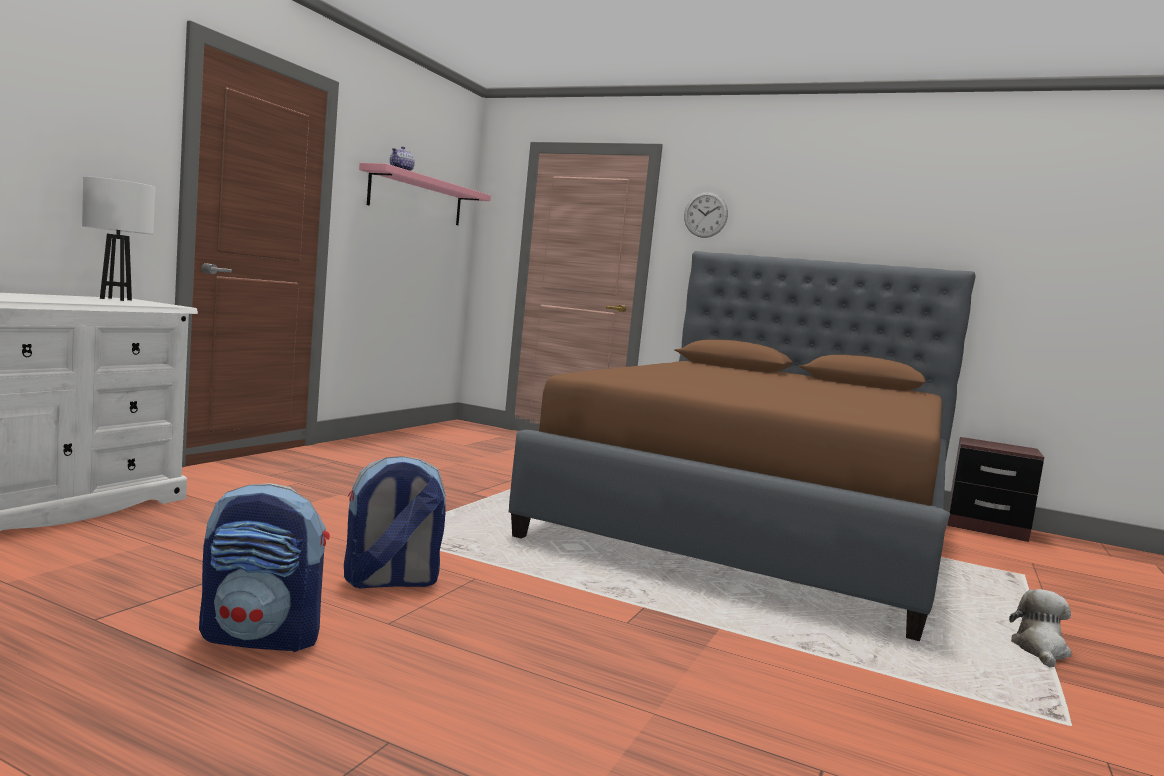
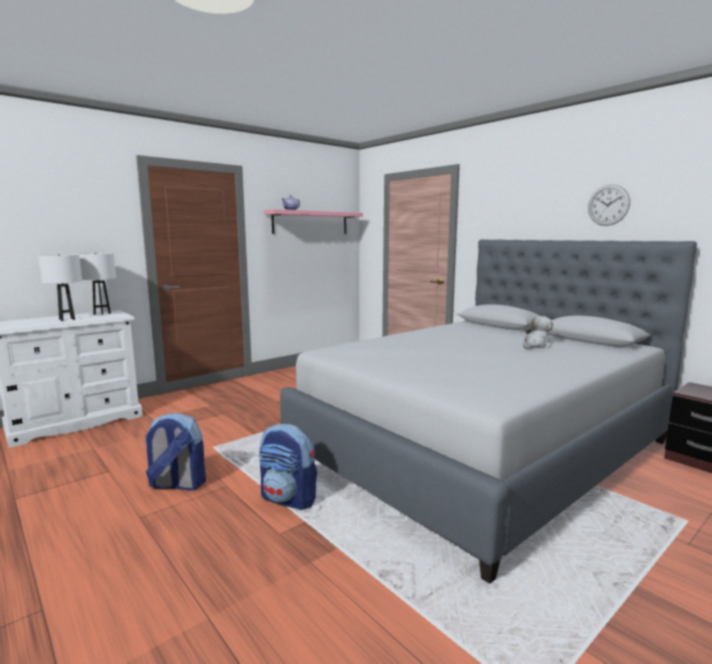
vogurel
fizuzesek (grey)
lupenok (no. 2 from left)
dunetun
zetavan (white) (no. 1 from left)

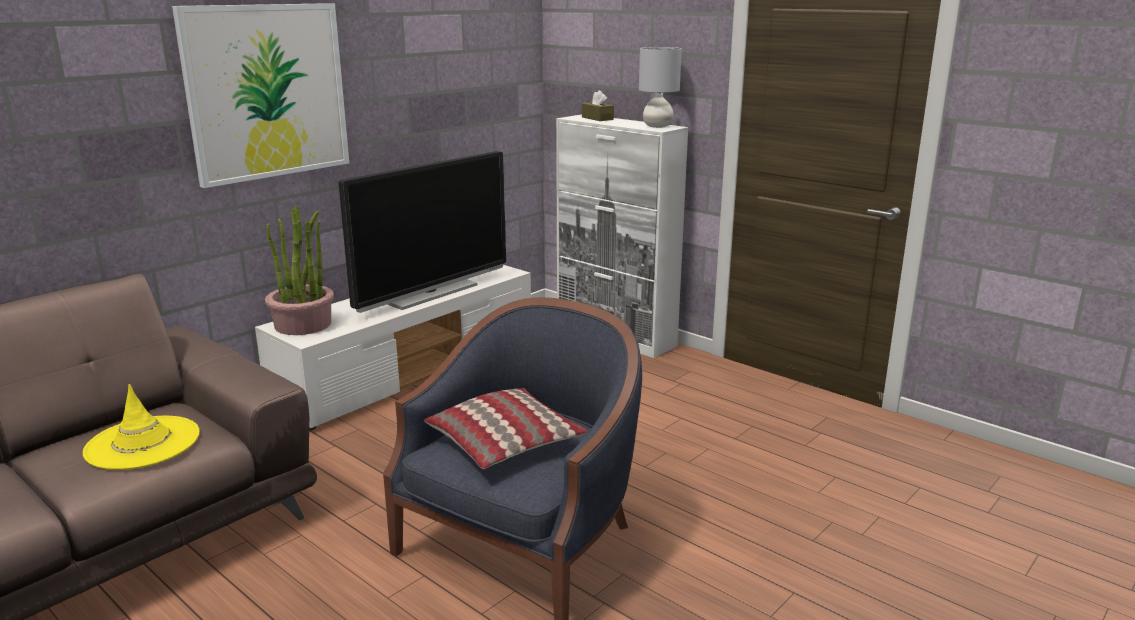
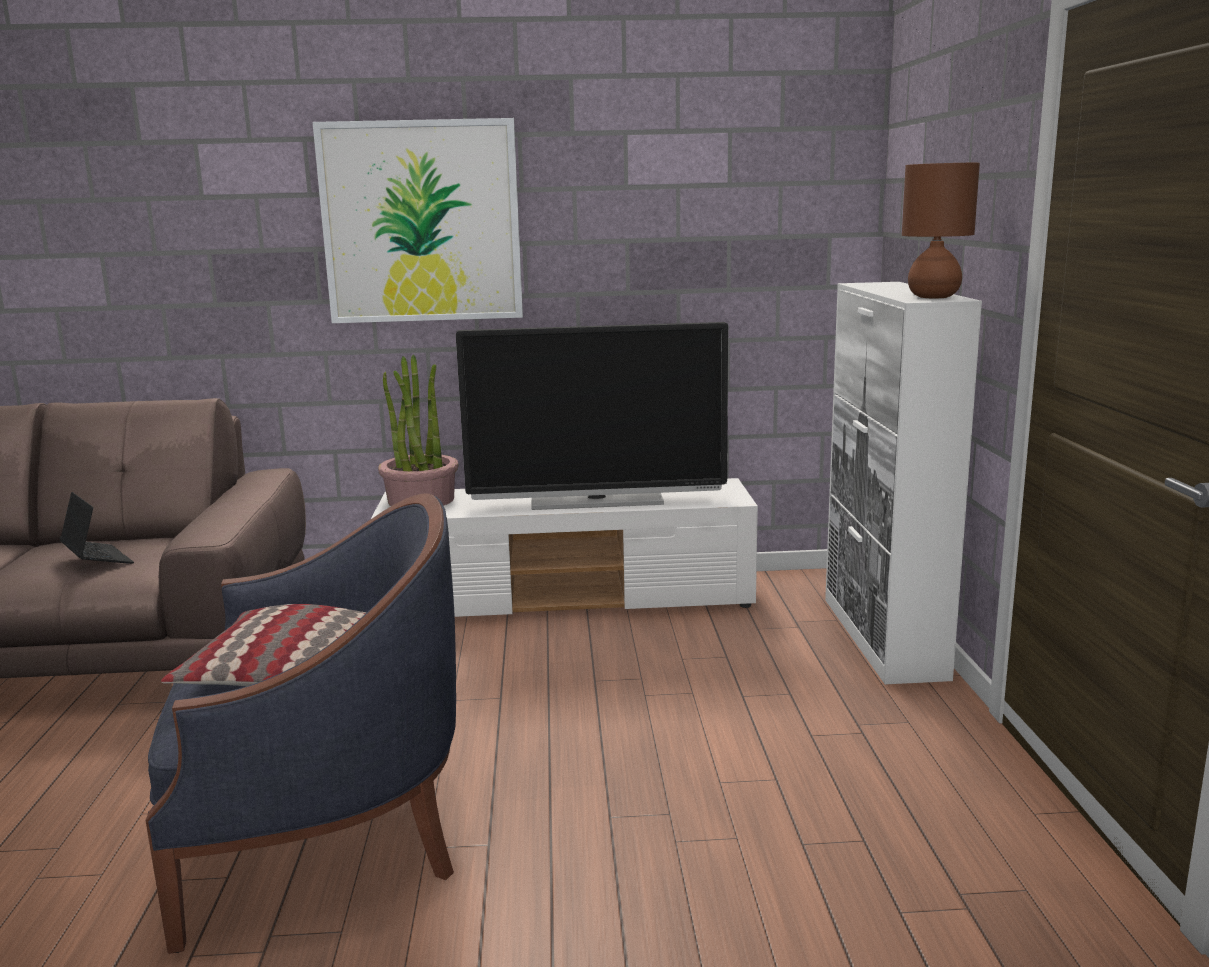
zetavan (brown)
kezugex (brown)
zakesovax

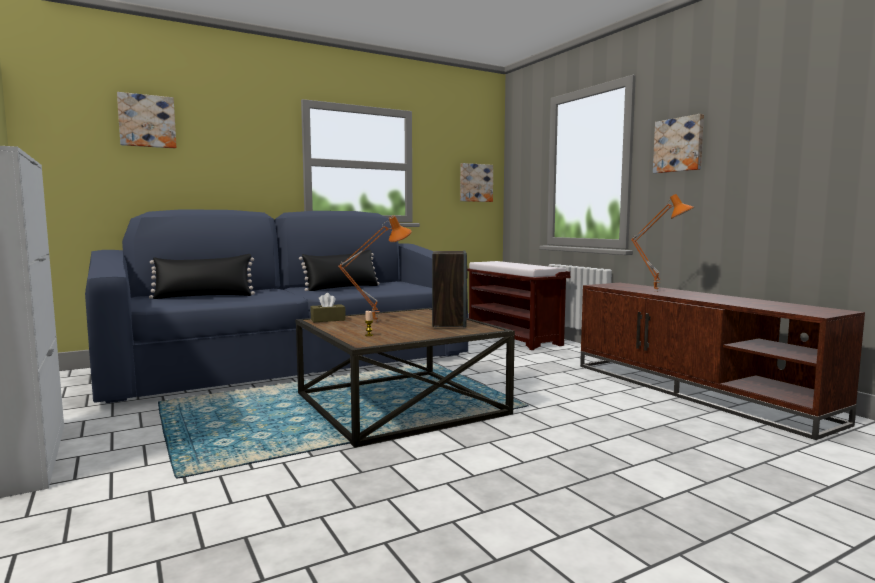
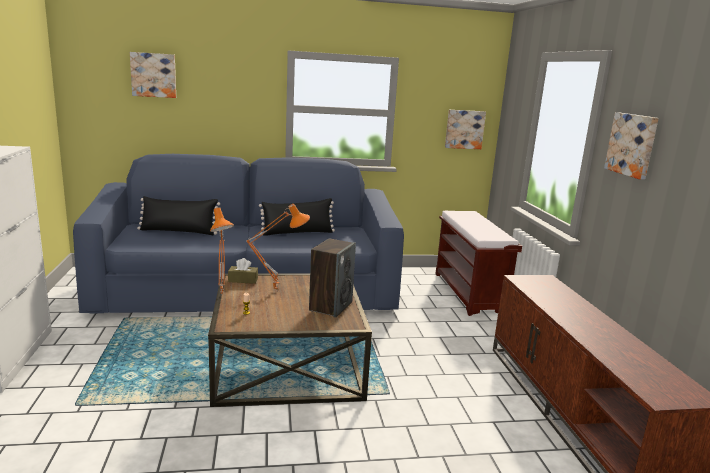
zetavan (orange) (no. 1 from left)

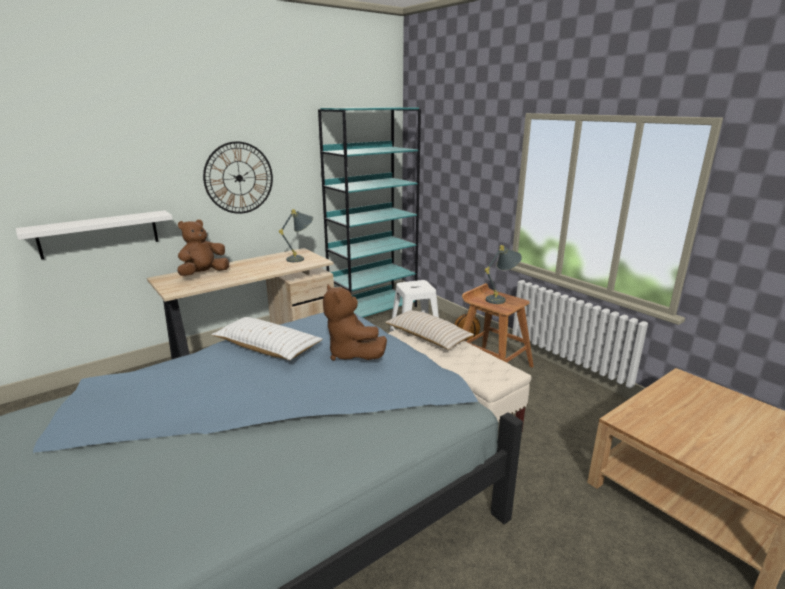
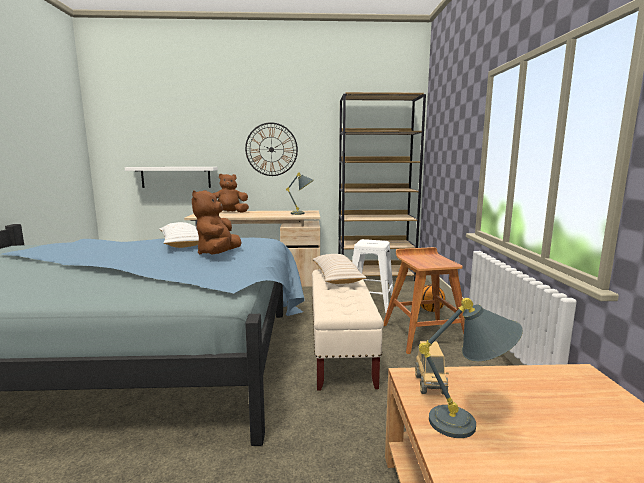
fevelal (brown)
zetavan (grey) (no. 2 from left)
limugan

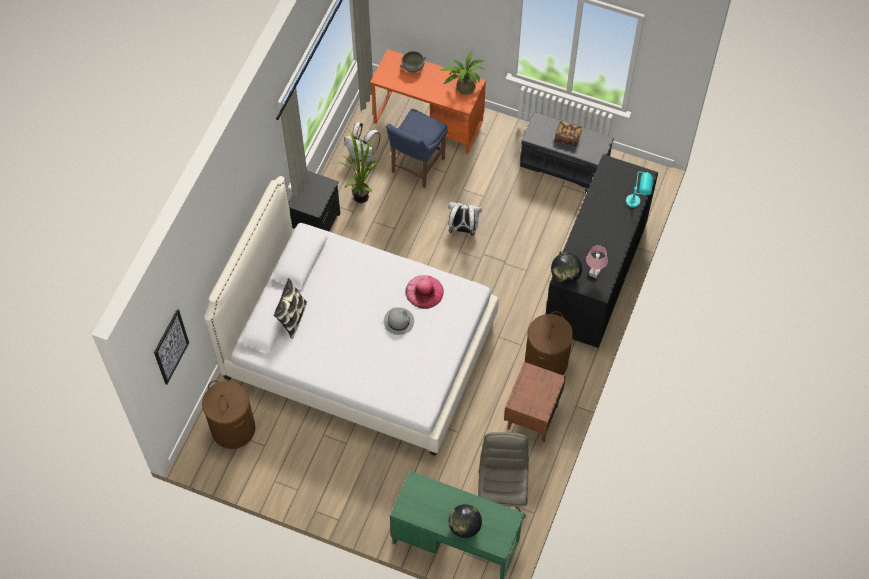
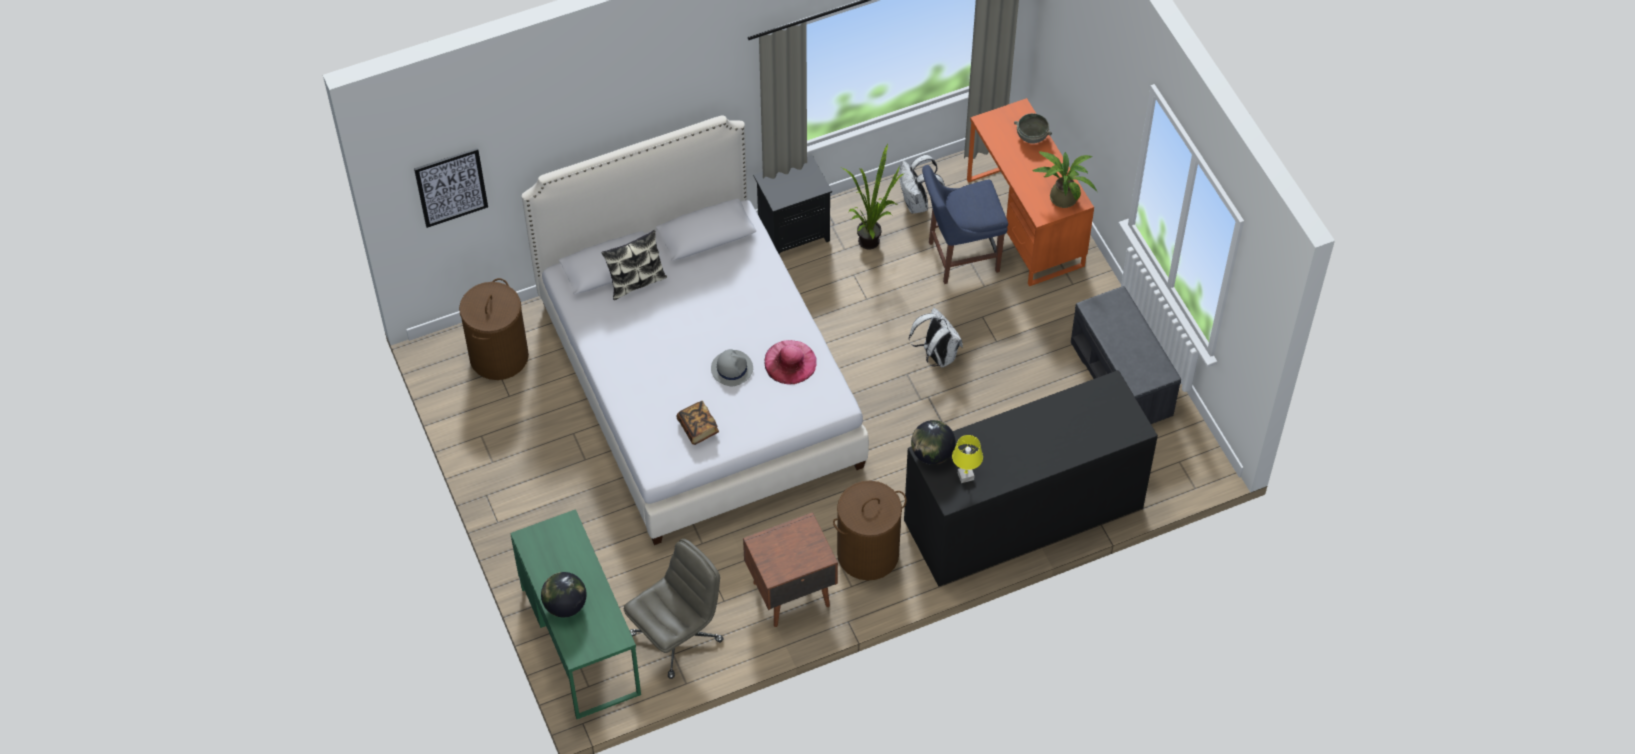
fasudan
zetavan (turquoise)
zetavan (yellow)

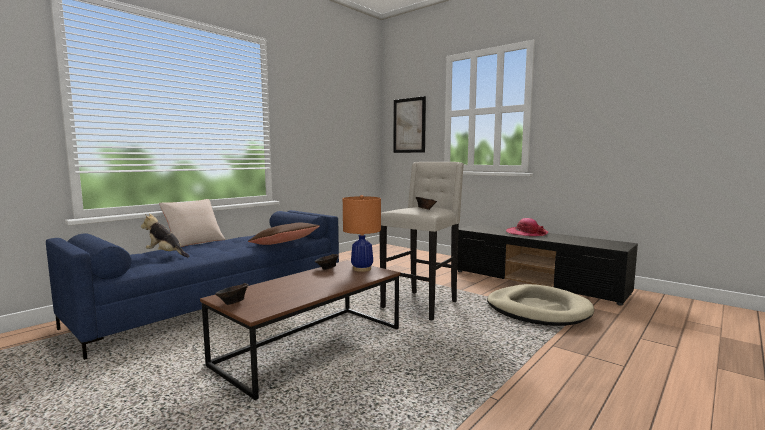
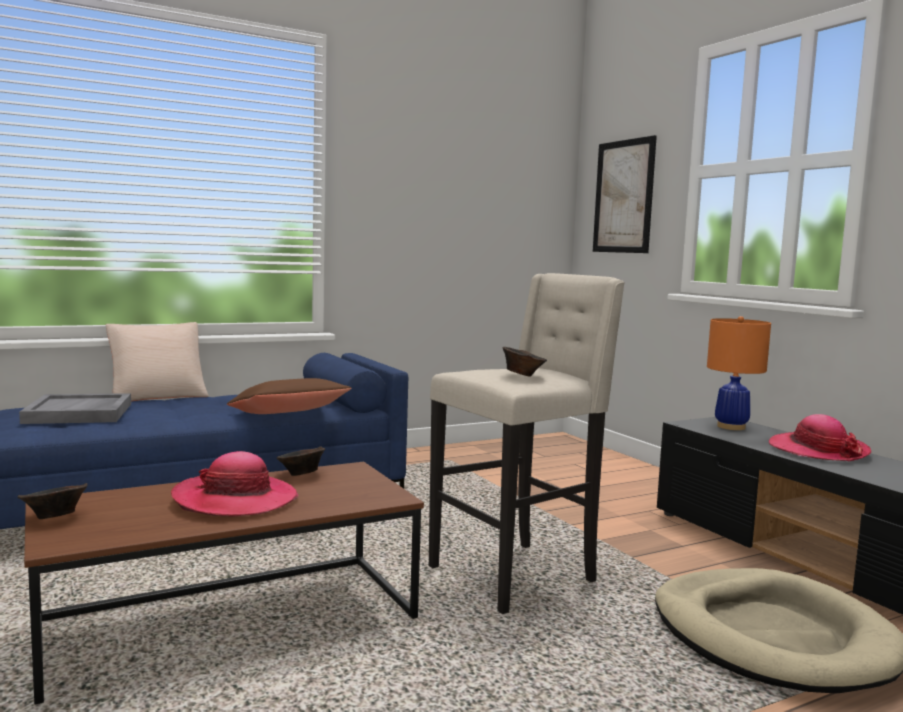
zetavan (orange)
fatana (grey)
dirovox (no. 1 from left)

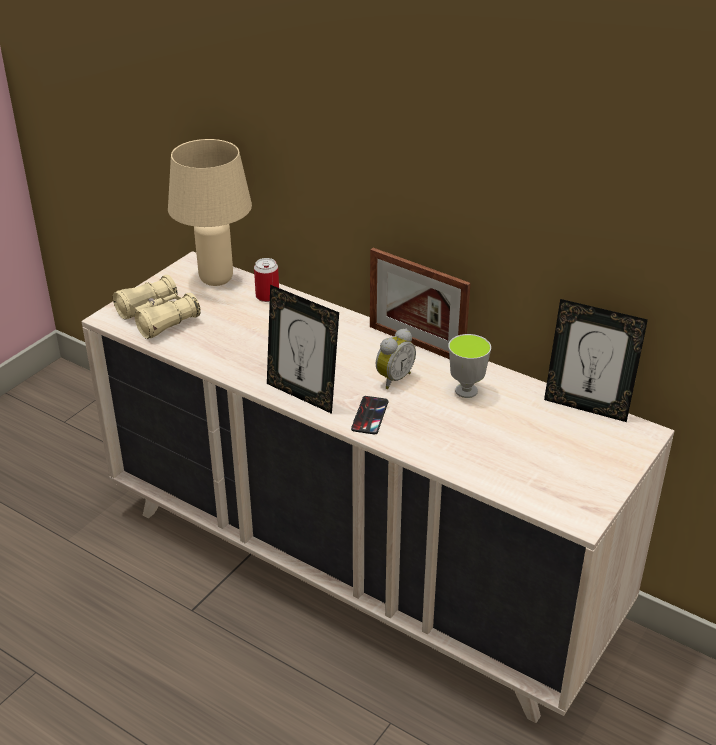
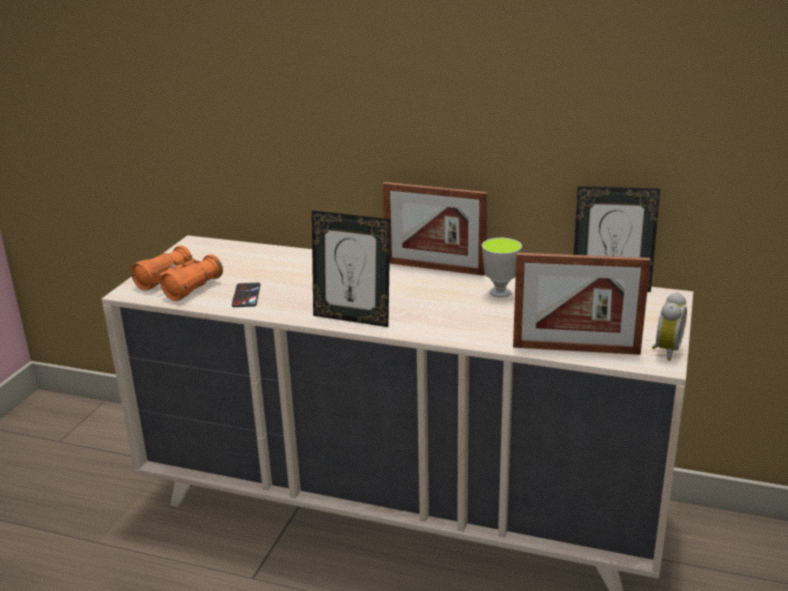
zetavan (beige)
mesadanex
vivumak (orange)
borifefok
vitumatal
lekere (no. 3 from left)

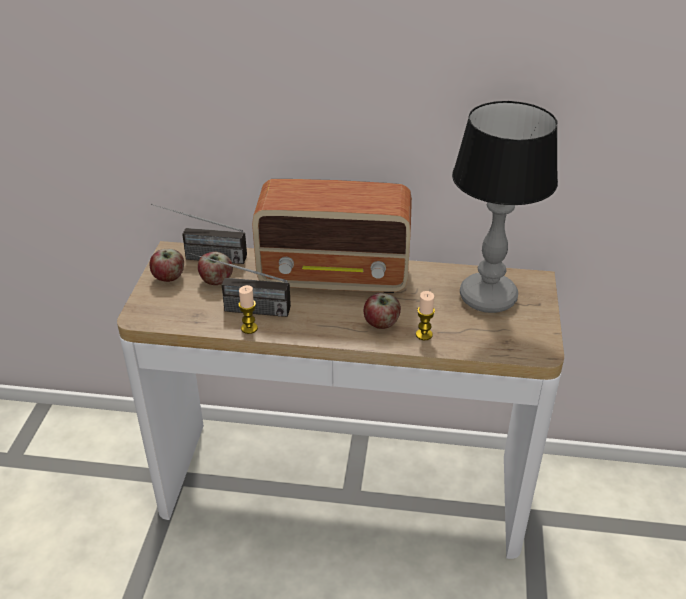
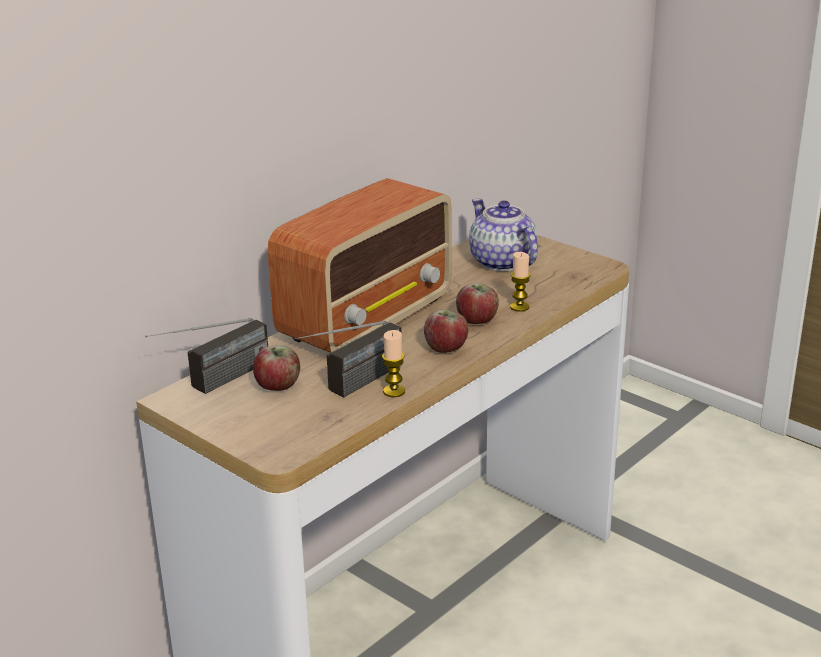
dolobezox
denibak (no. 2 from left)

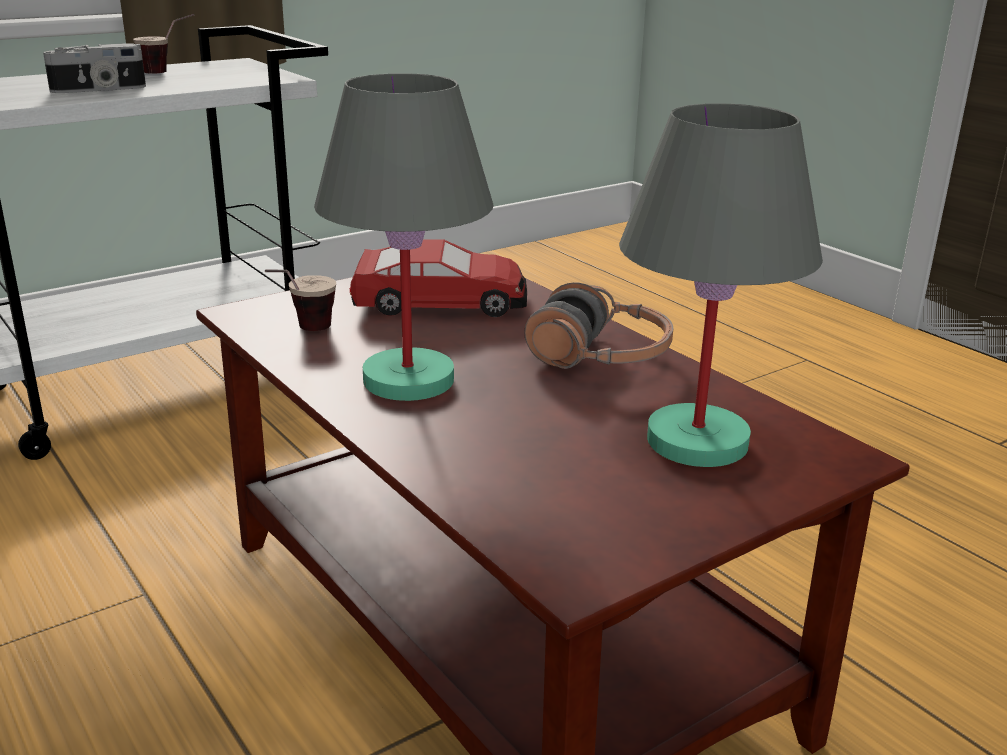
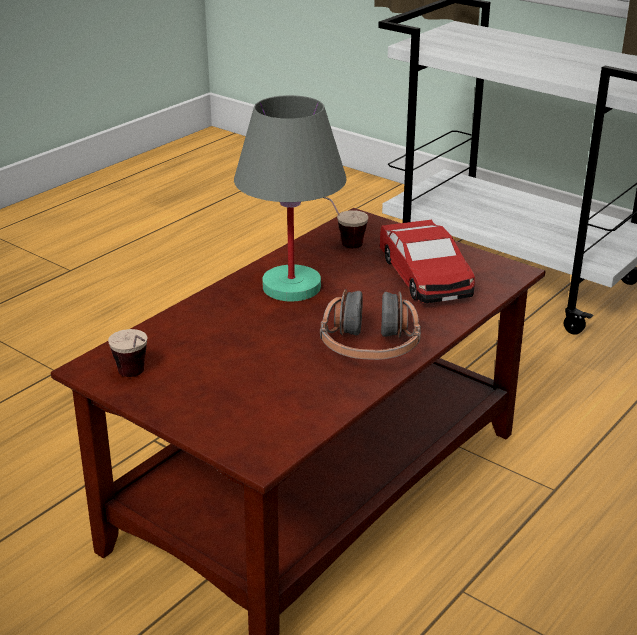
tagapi (no. 1 from left)
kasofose
zetavan (grey) (no. 2 from left in the first image)

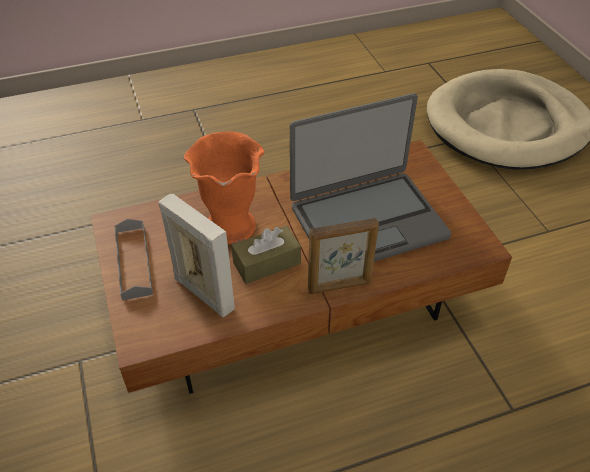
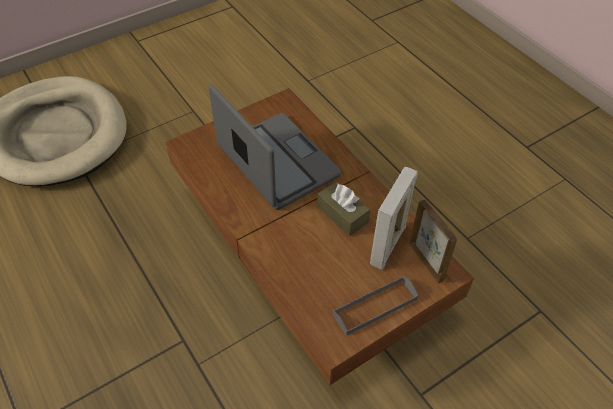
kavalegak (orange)
lekere (no. 2 from left)

